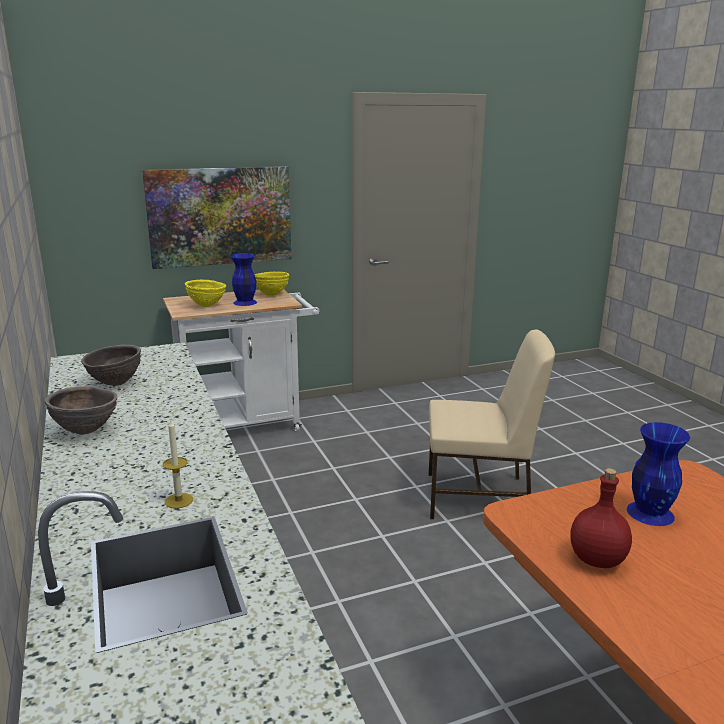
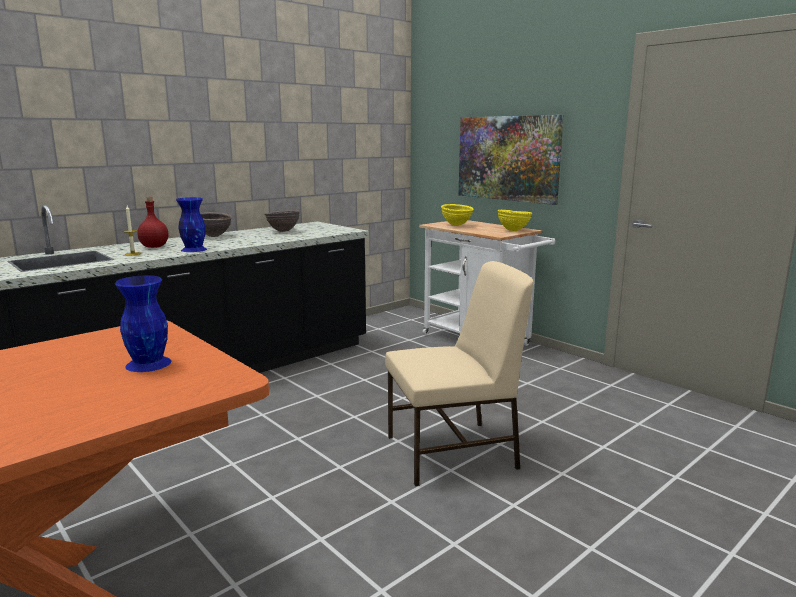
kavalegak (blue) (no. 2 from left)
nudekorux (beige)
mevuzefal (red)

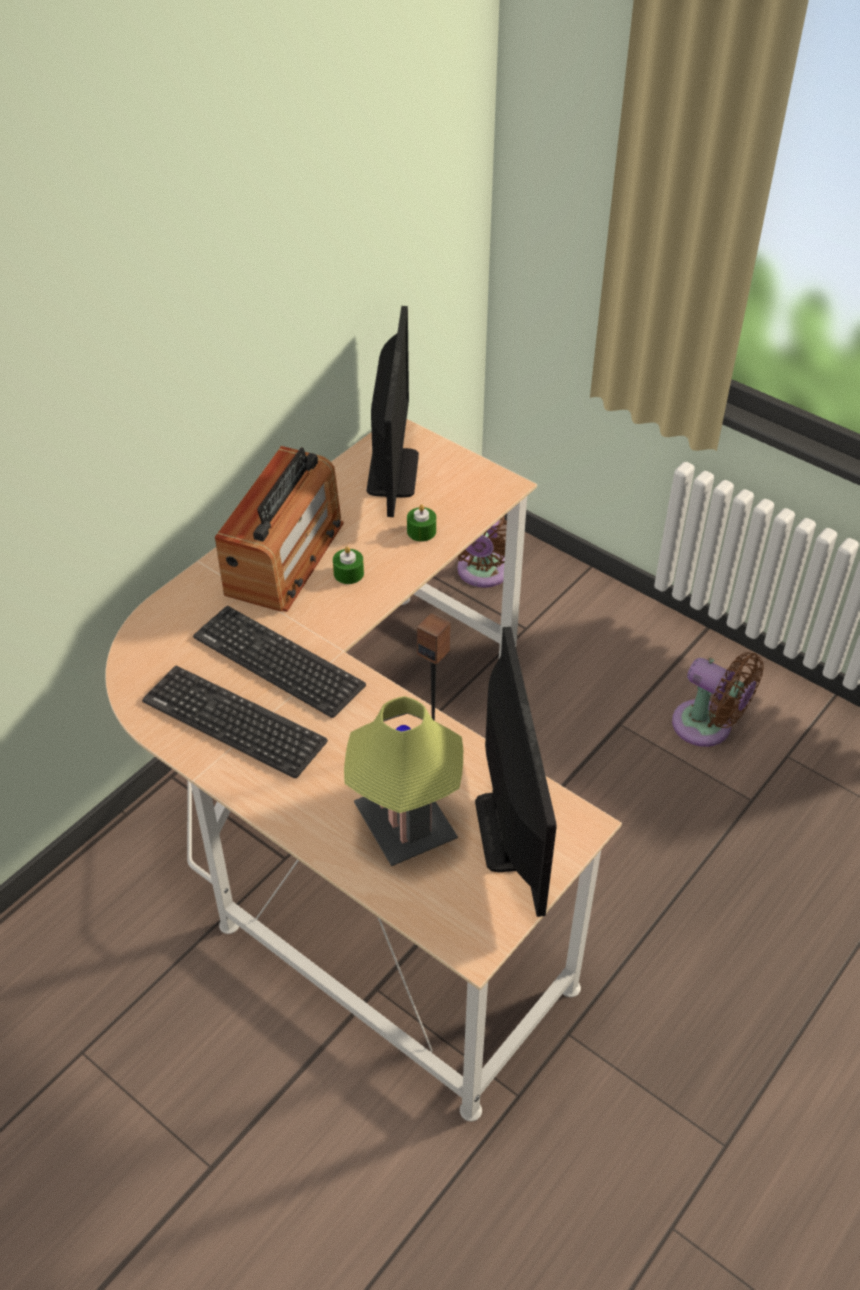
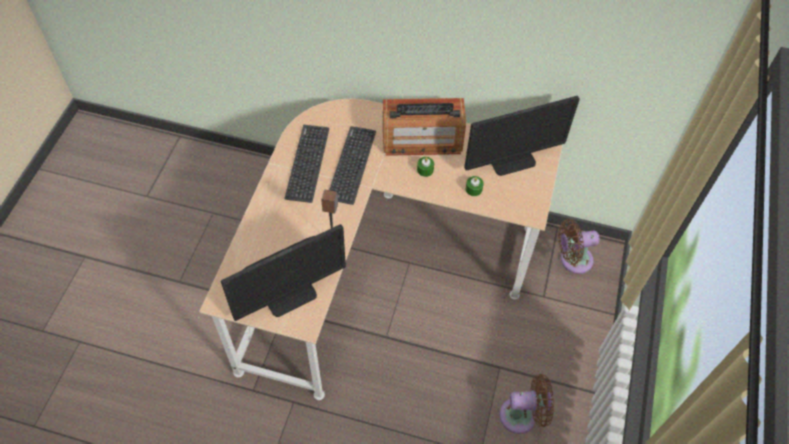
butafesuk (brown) (no. 1 from left)
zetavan

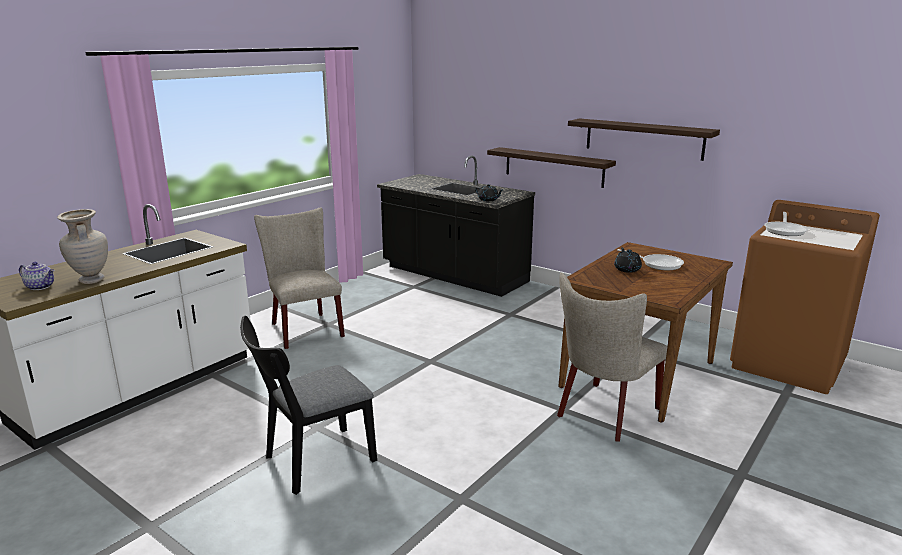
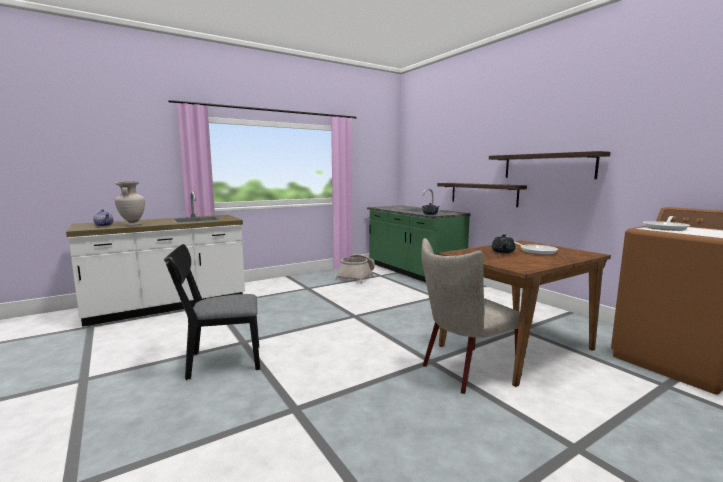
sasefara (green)
nudekorux (beige) (no. 1 from left in the first image)
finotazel

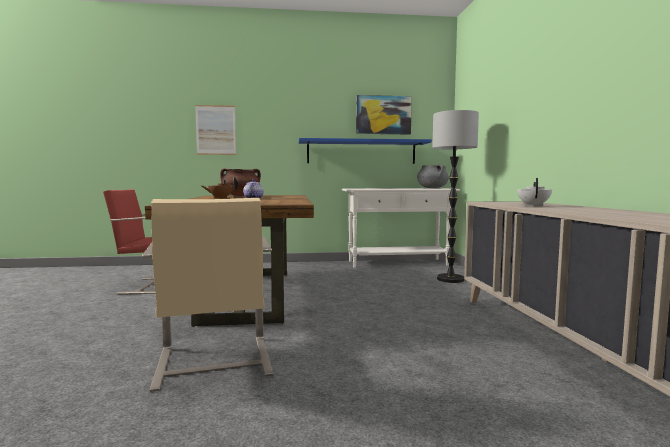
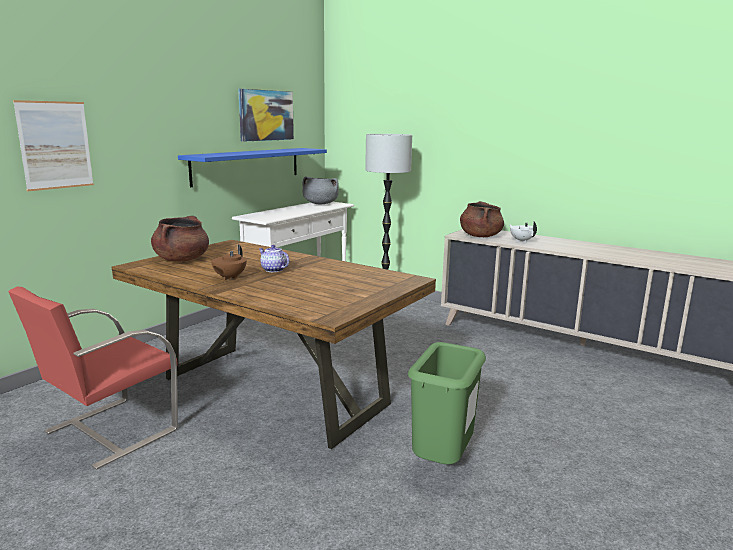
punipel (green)
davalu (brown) (no. 2 from left)

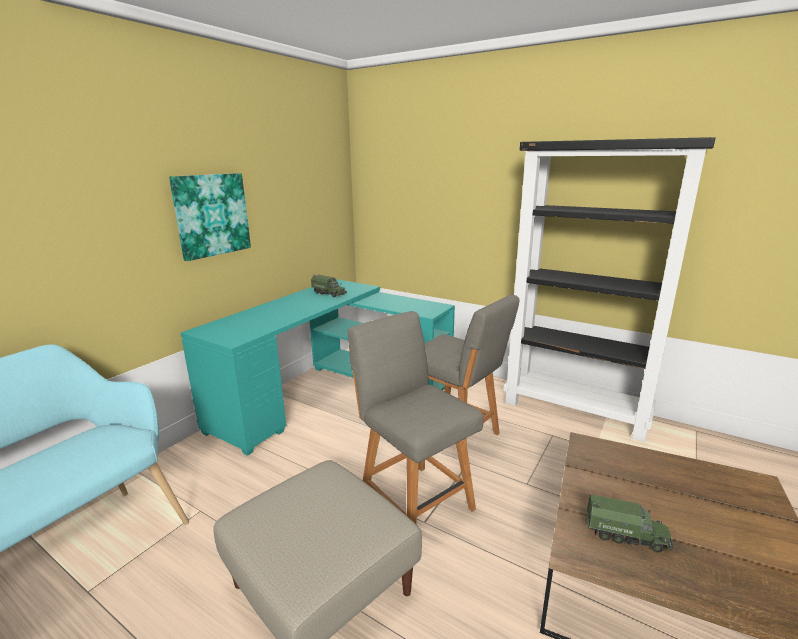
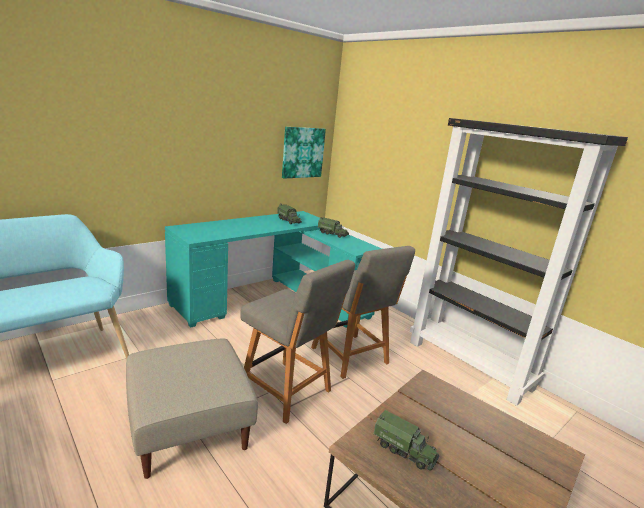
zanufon
nudekorux (grey) (no. 1 from left)
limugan (no. 2 from left)

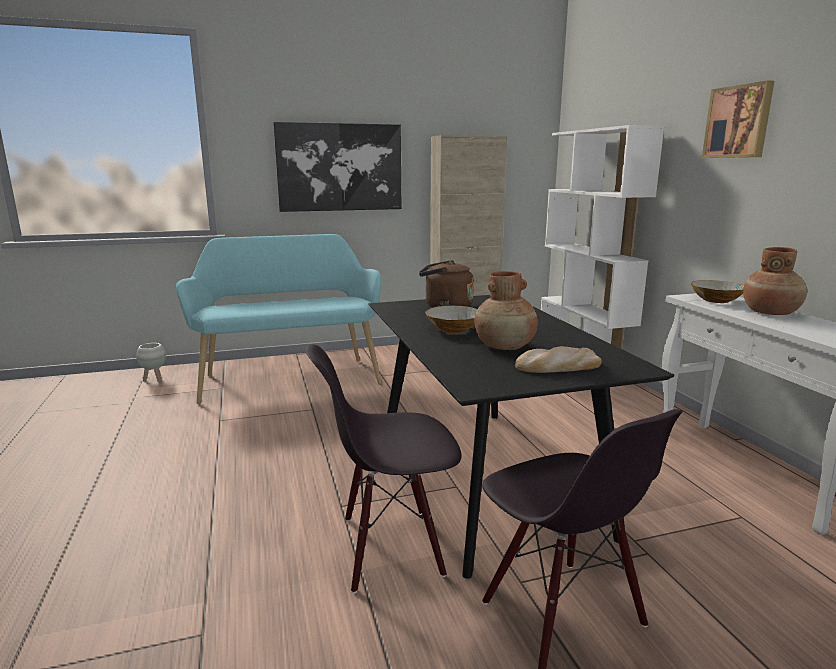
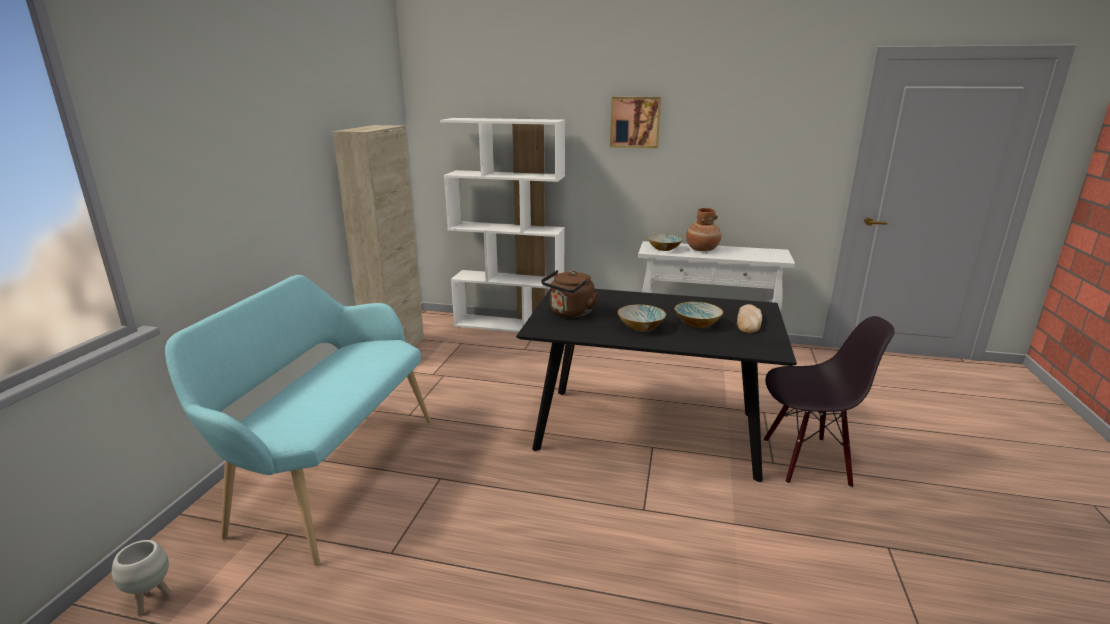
zanufon (no. 1 from left in the first image)
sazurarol (no. 3 from left)
nudekorux (black) (no. 1 from left in the first image)

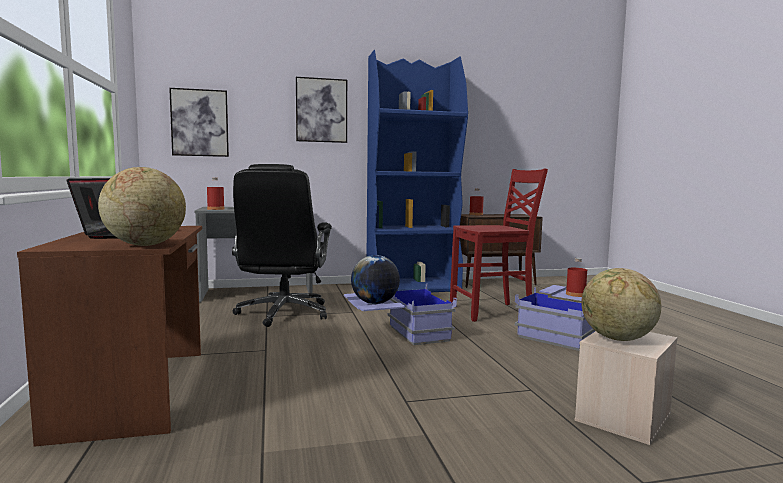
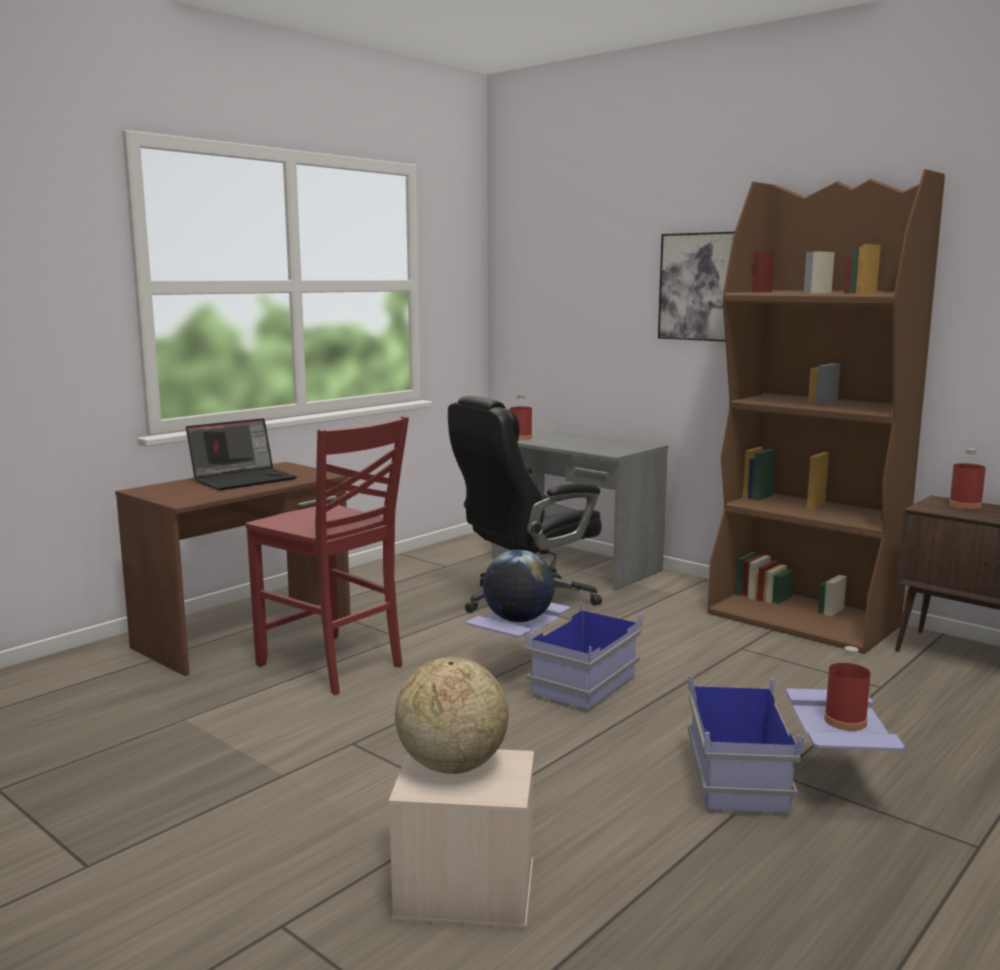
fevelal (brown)
zanufon (no. 1 from left in the first image)
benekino (no. 1 from left in the first image)
nudekorux (red)

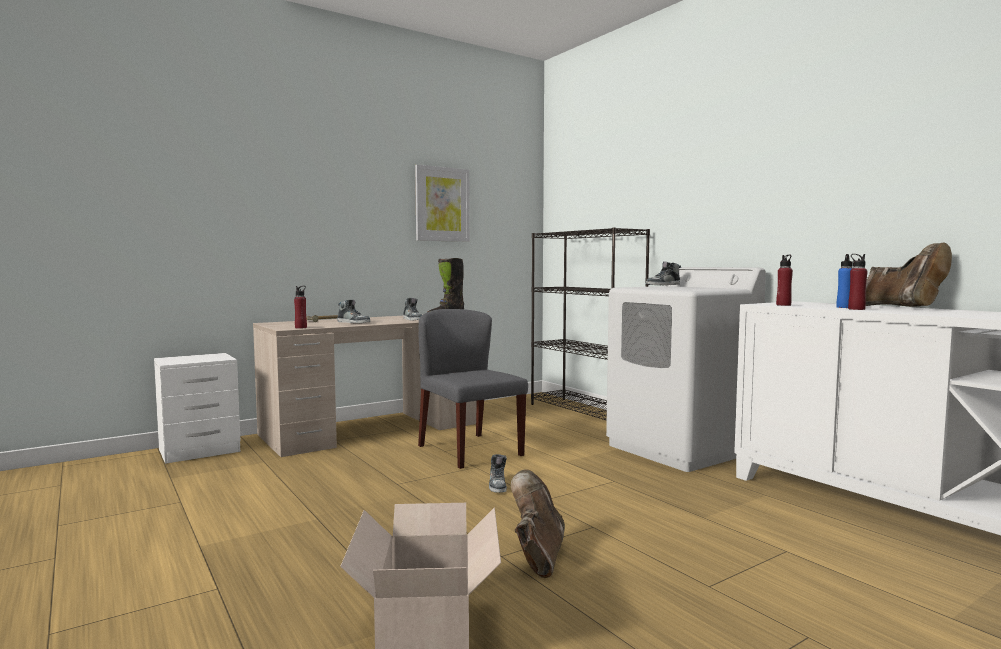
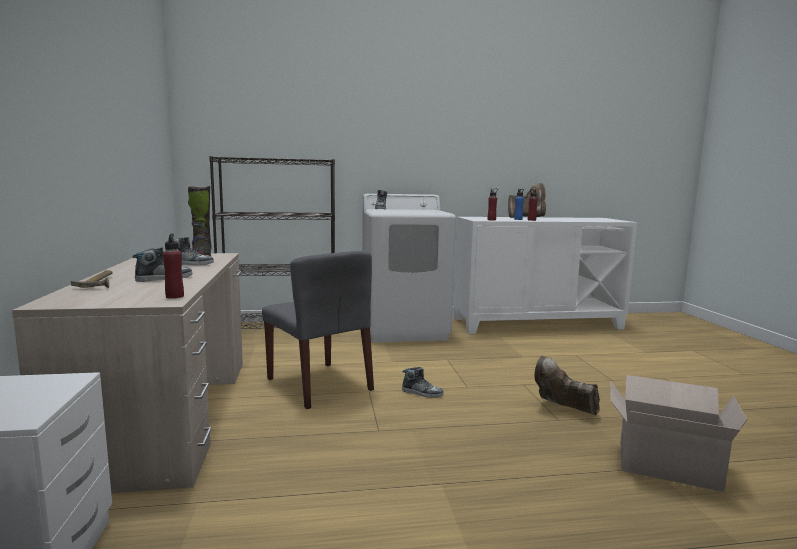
zanufon
nudekorux (grey)

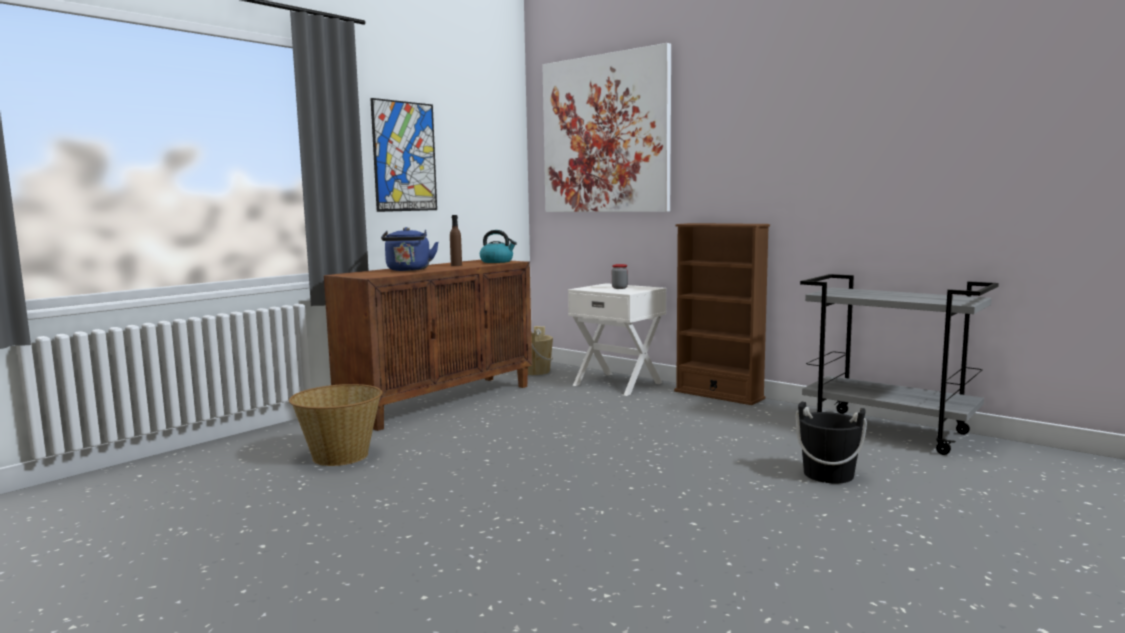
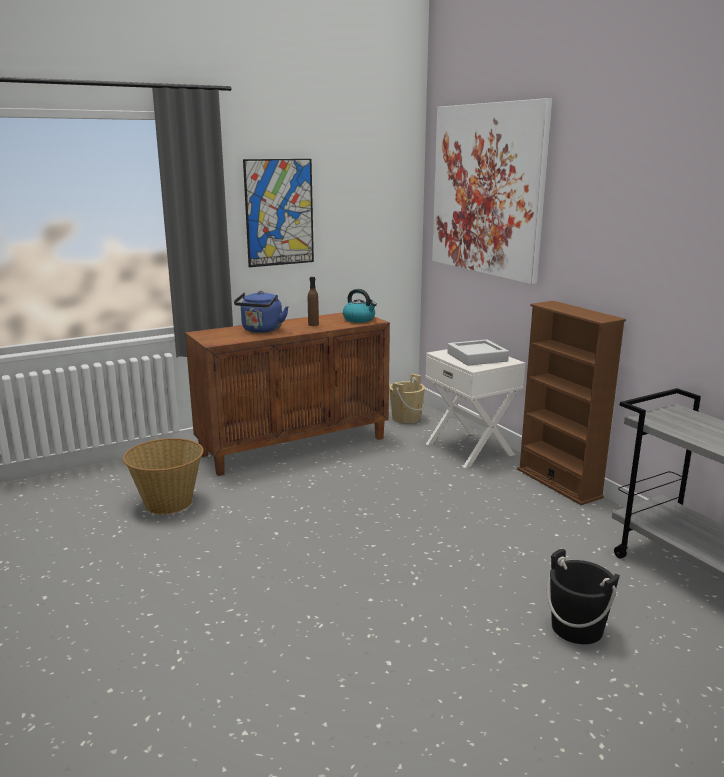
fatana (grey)

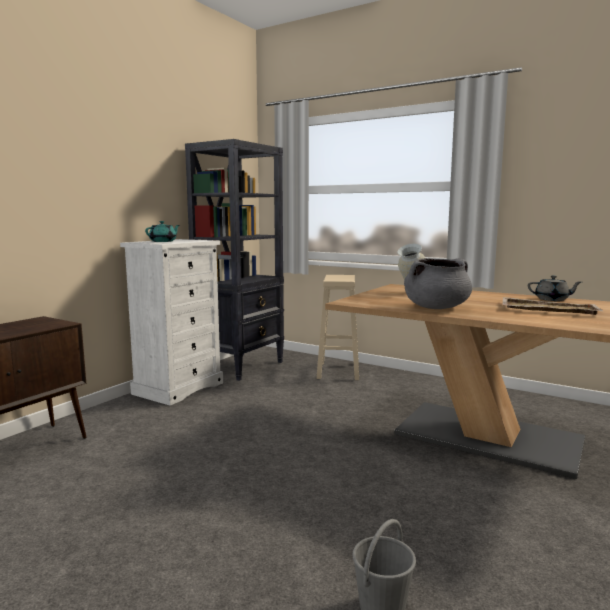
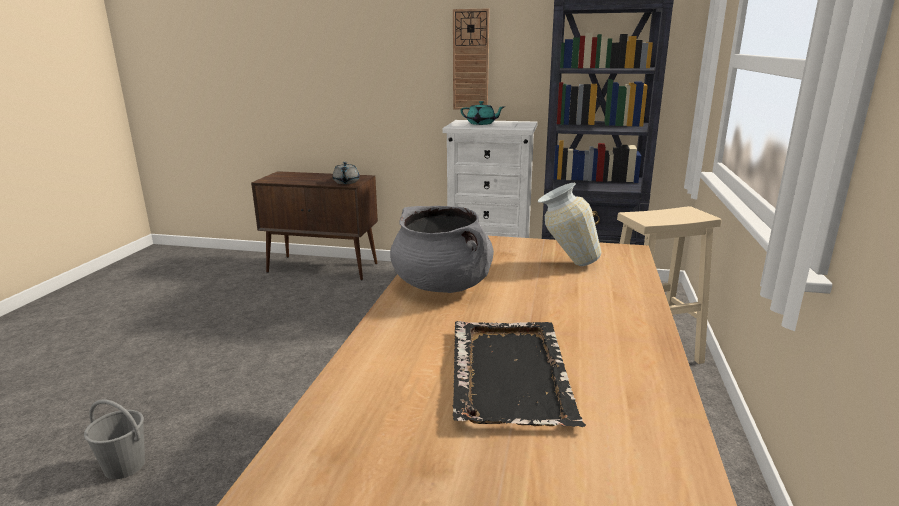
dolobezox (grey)
fatana (black)
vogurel

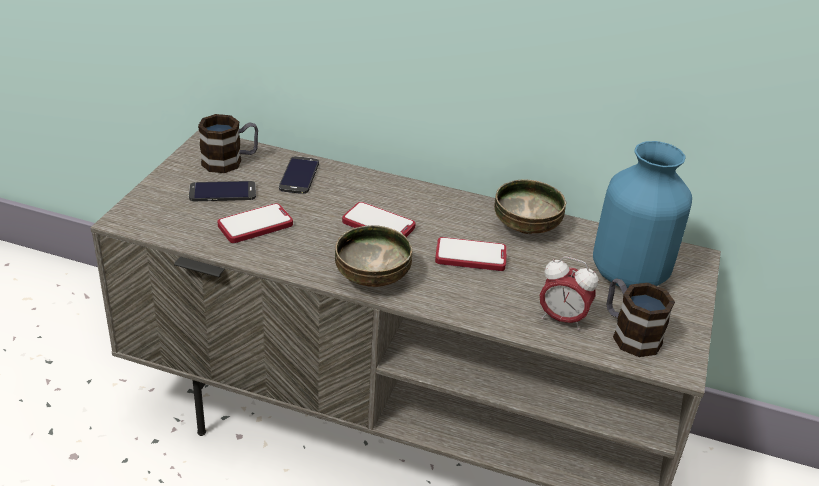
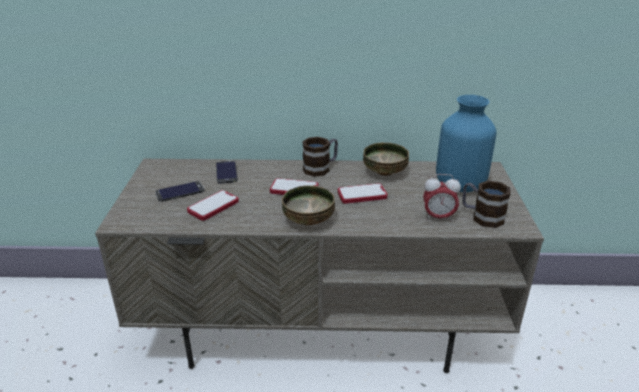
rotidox (no. 1 from left)

